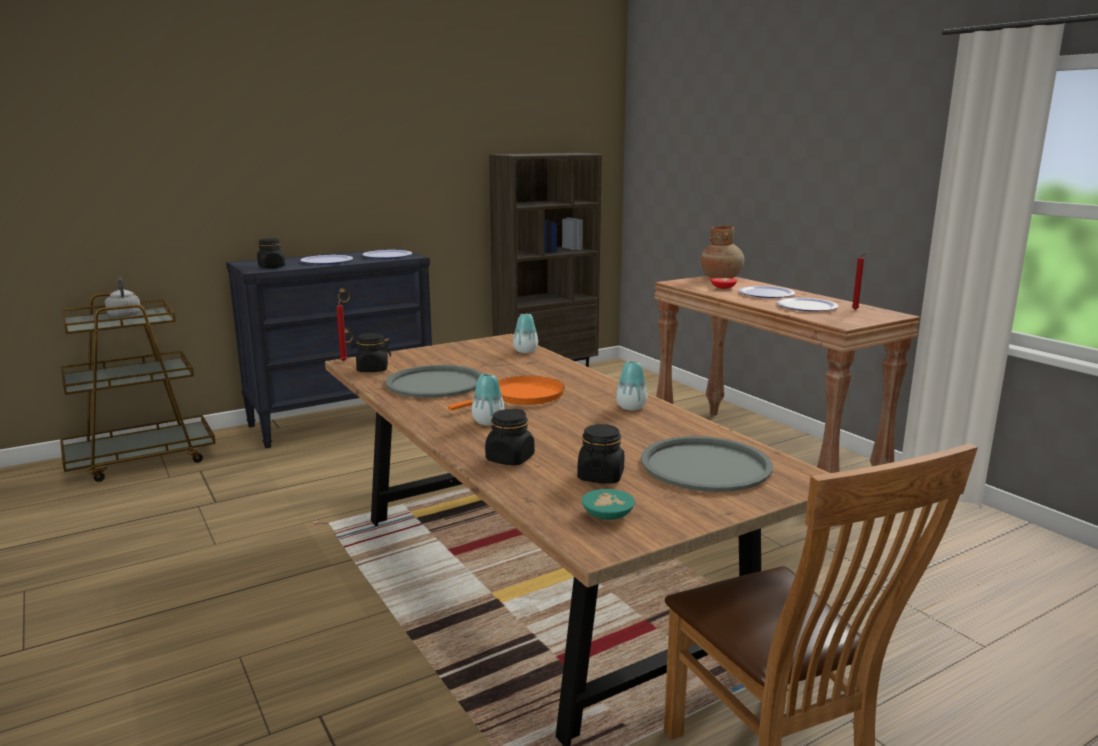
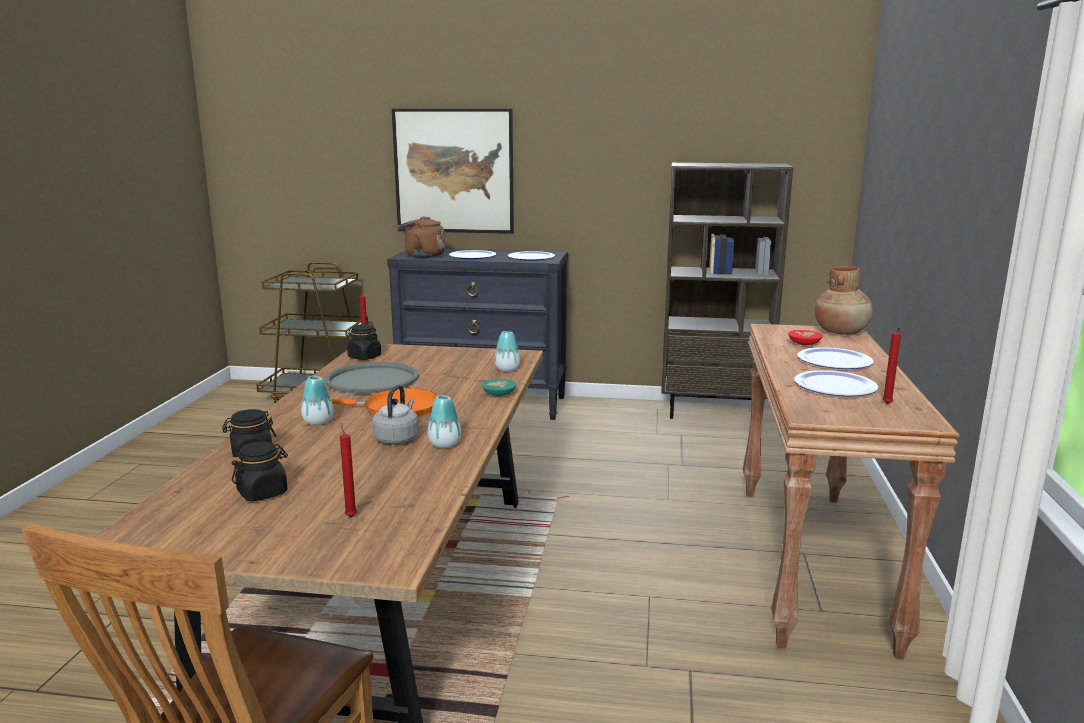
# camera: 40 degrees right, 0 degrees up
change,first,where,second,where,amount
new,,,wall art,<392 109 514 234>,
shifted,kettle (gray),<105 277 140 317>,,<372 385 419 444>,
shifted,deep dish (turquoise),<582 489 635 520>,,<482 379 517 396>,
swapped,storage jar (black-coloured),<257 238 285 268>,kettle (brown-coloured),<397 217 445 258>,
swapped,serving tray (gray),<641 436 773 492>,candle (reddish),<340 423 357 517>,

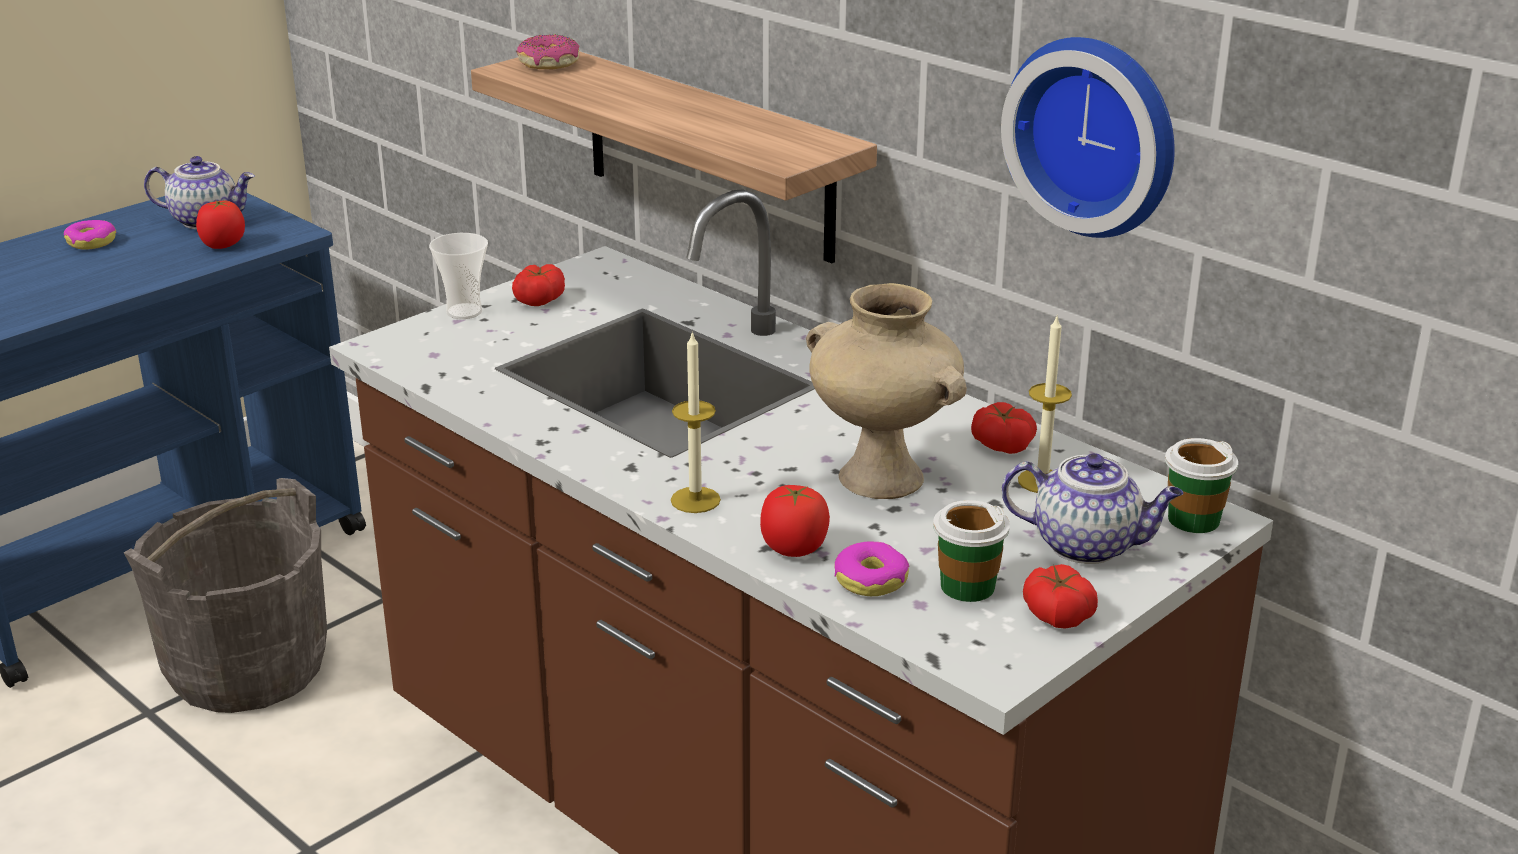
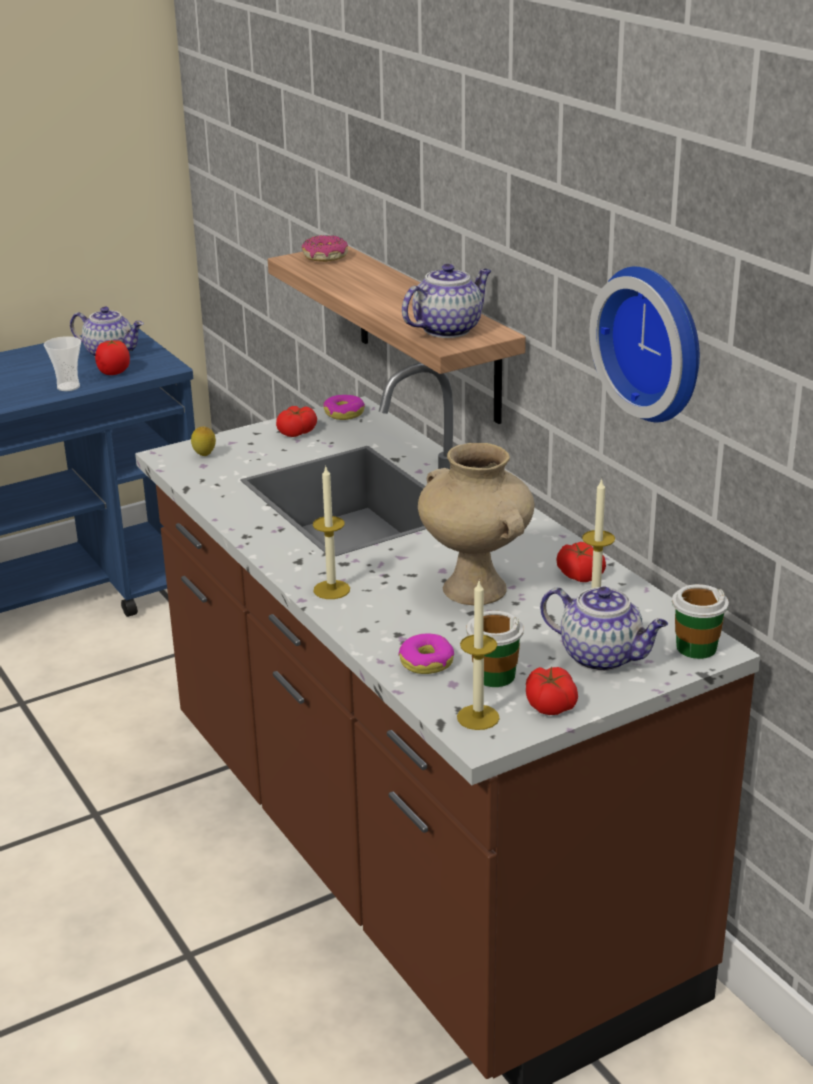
# camera: 15 degrees right, 0 degrees up
change,first,where,second,where,amount
gone,water bucket (gray),<124 478 327 713>,,,
gone,whole tomato,<760 485 830 557>,,,
new,,,lemon,<191 426 216 456>,
new,,,pot for tea,<402 264 491 338>,
new,,,candle,<457 581 500 730>,
shifted,donut,<64 220 116 250>,,<324 395 365 420>,
shifted,drinking cup,<429 233 488 319>,,<44 336 81 391>,

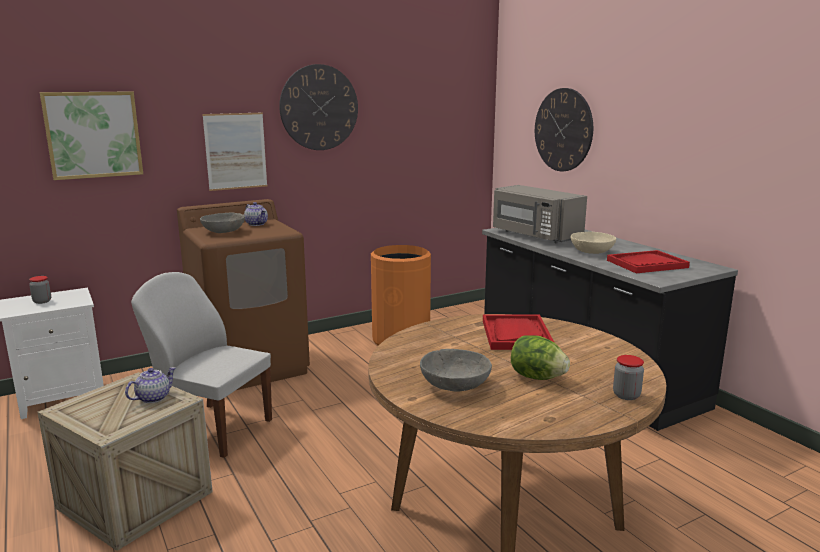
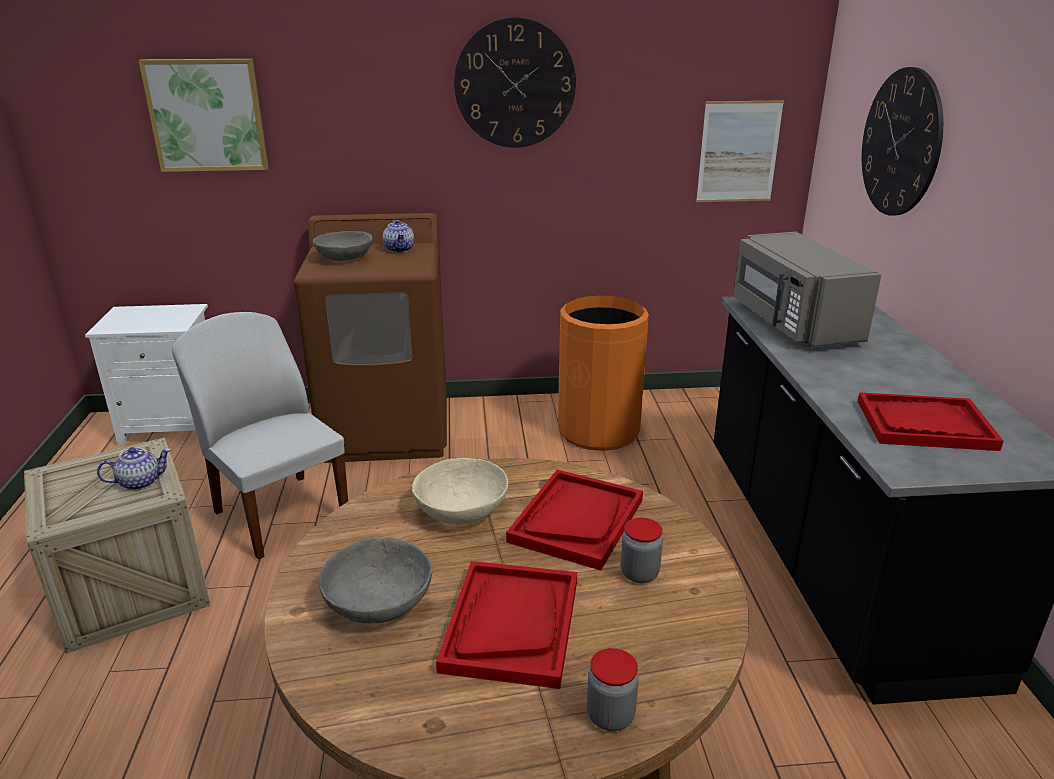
# camera: 25 degrees right, 10 degrees up
change,first,where,second,where,amount
shifted,storage jar,<29 276 51 304>,,<621 518 663 583>,
shifted,wall art,<202 113 267 191>,,<696 100 784 202>,
shifted,deep dish (beige),<571 232 616 254>,,<412 458 508 524>,
swapped,lettuce,<511 335 570 380>,serving tray (reddish),<436 561 577 689>,

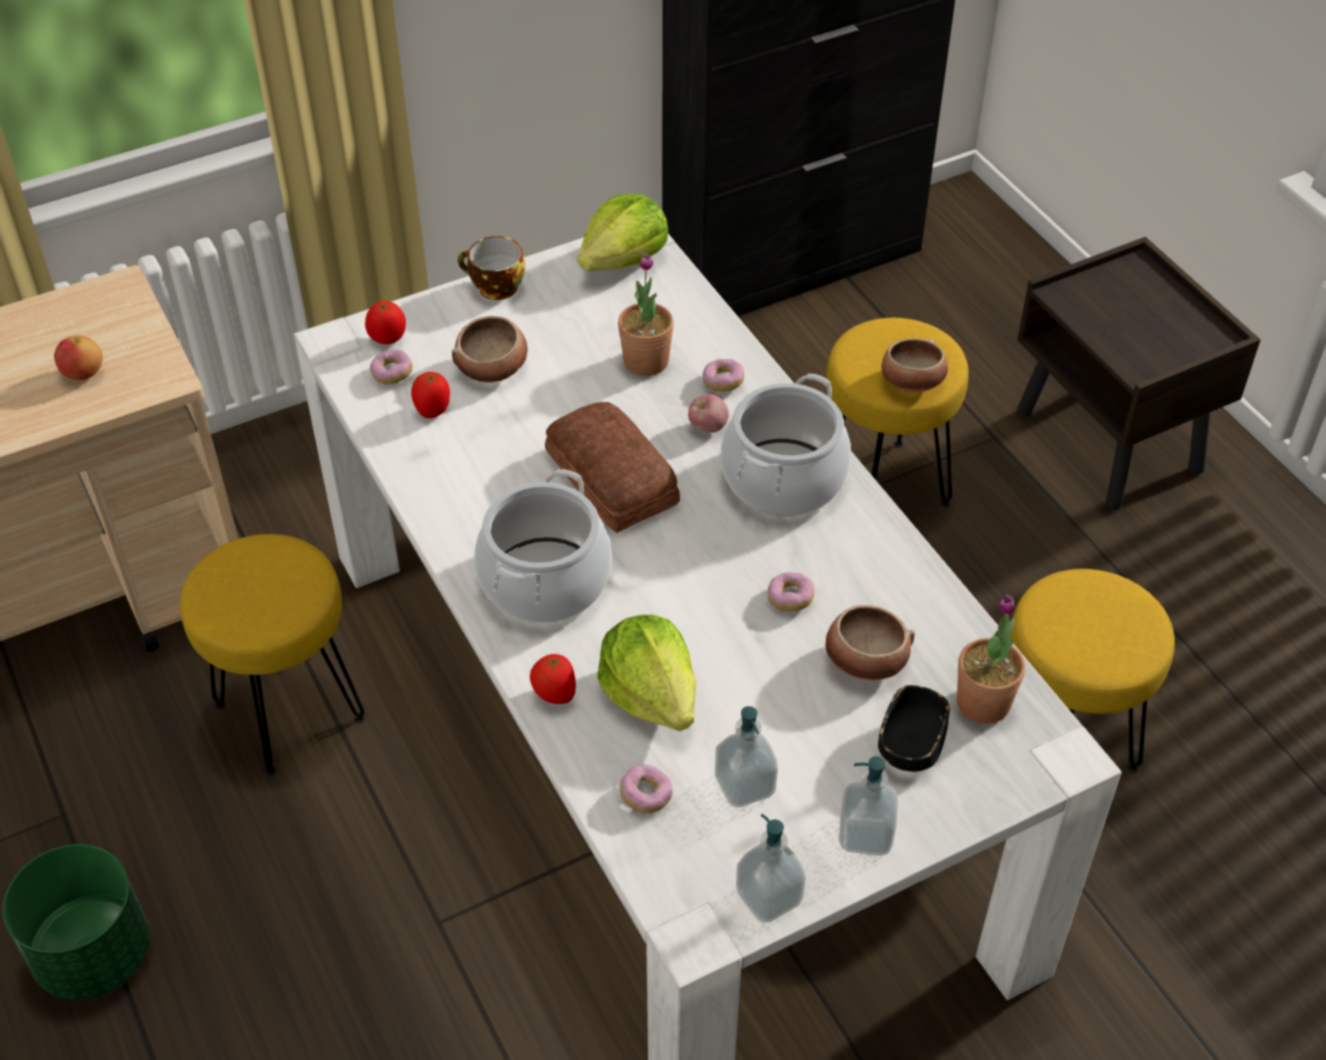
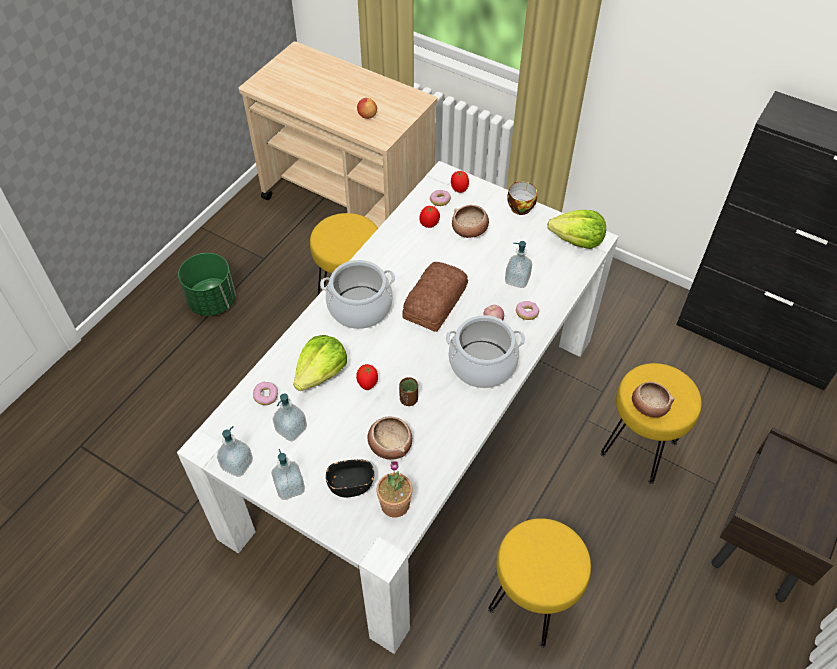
# camera: 60 degrees right, 5 degrees up
change,first,where,second,where,amount
shifted,whole tomato,<530 654 576 704>,,<356 364 378 390>,
swapped,houseplant,<618 253 674 376>,soap bottle,<505 241 532 288>,
swapped,donut,<768 572 814 612>,drinking cup (brown-coloured),<399 377 418 406>,

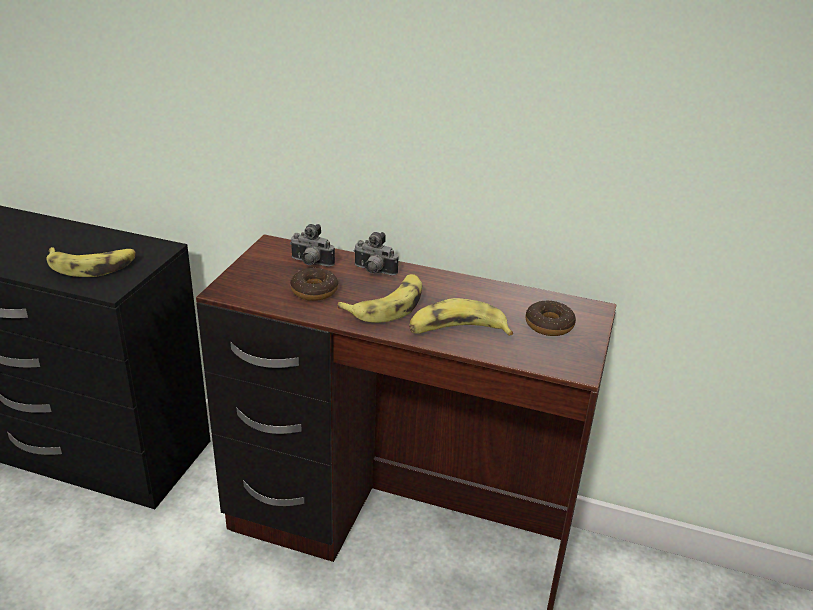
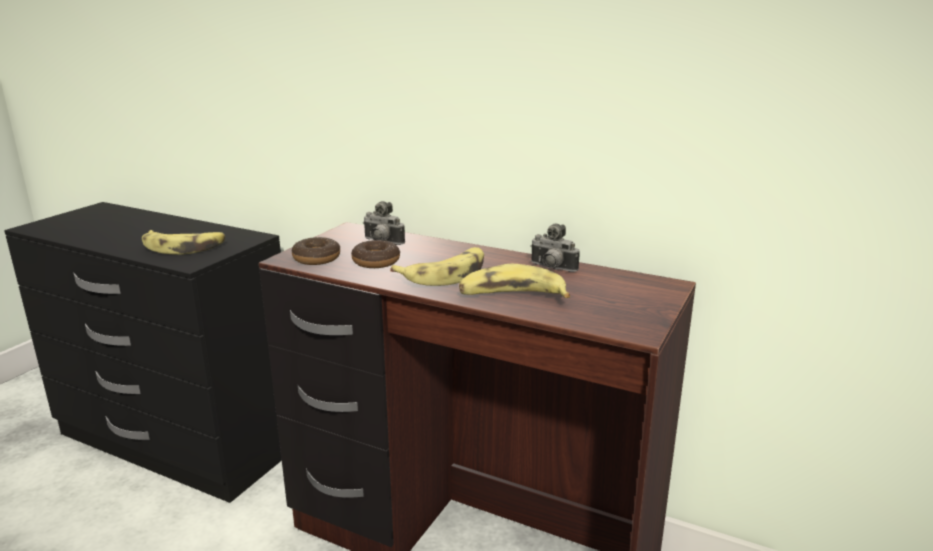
# camera: 10 degrees right, 10 degrees down
change,first,where,second,where,amount
shifted,photo camera,<353 232 398 275>,,<530 223 580 272>,
shifted,donut,<525 301 576 336>,,<292 237 340 265>,

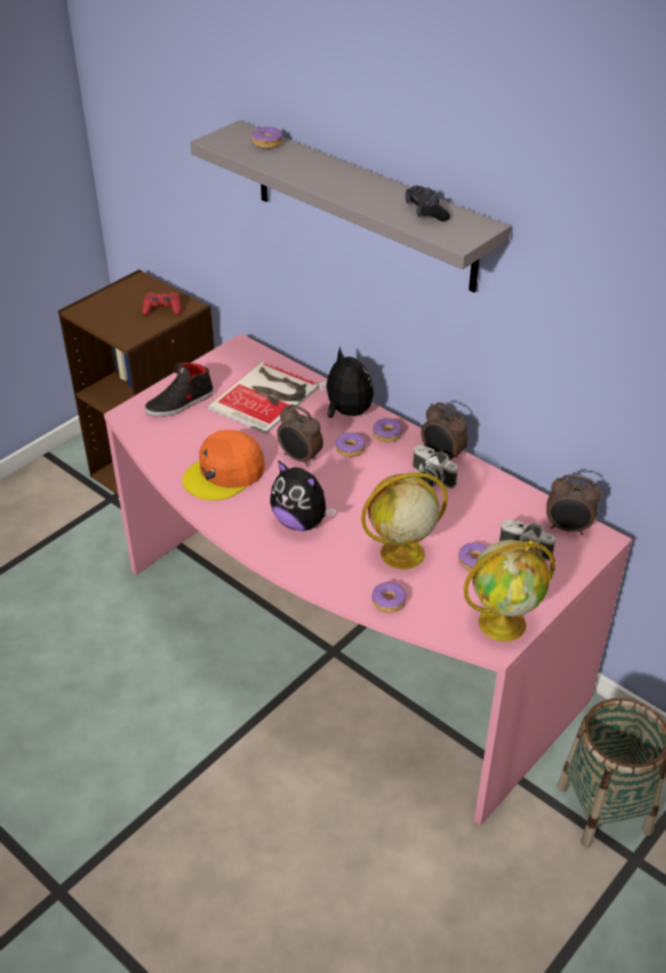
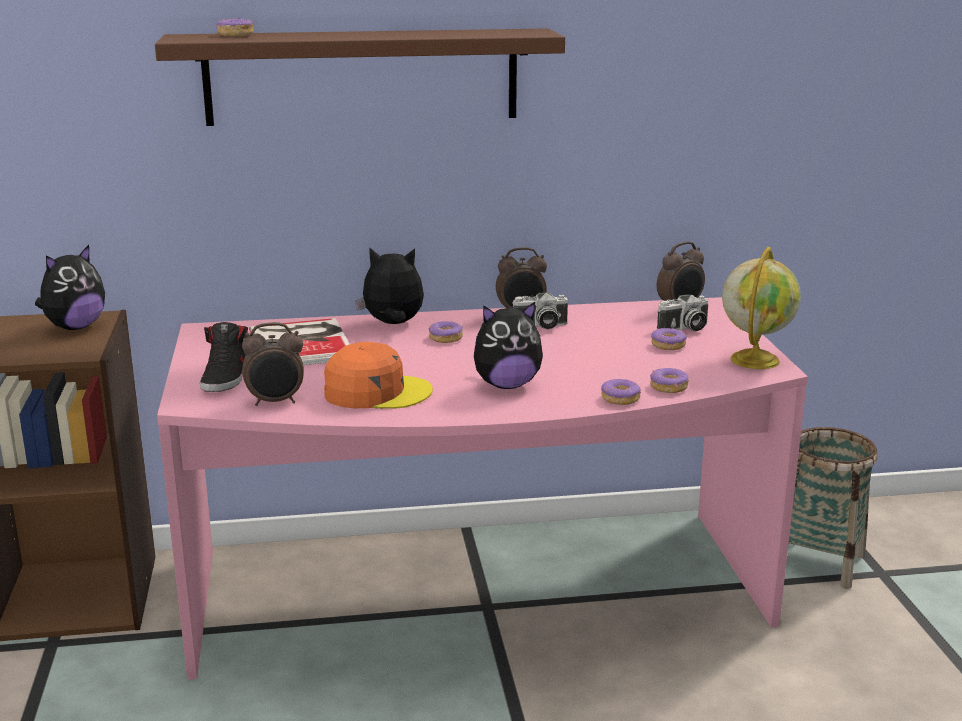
# camera: 50 degrees left, 20 degrees down
change,first,where,second,where,amount
gone,world globe,<361 472 448 569>,,,
gone,gamepad (black-coloured),<405 185 450 221>,,,
shifted,bedside clock,<277 404 323 467>,,<242 322 304 406>,
shifted,donut,<373 418 402 442>,,<601 379 641 405>,
swapped,gamepad (reddish),<142 292 181 315>,plush toy,<35 245 105 330>,
repainted,shelf (gray),<190 120 511 293>,shelf (brown-coloured),<155 28 565 126>,
rotated,cap (orange-coloured),<182 430 265 500>,,<324 342 433 409>,90 degrees counterclockwise

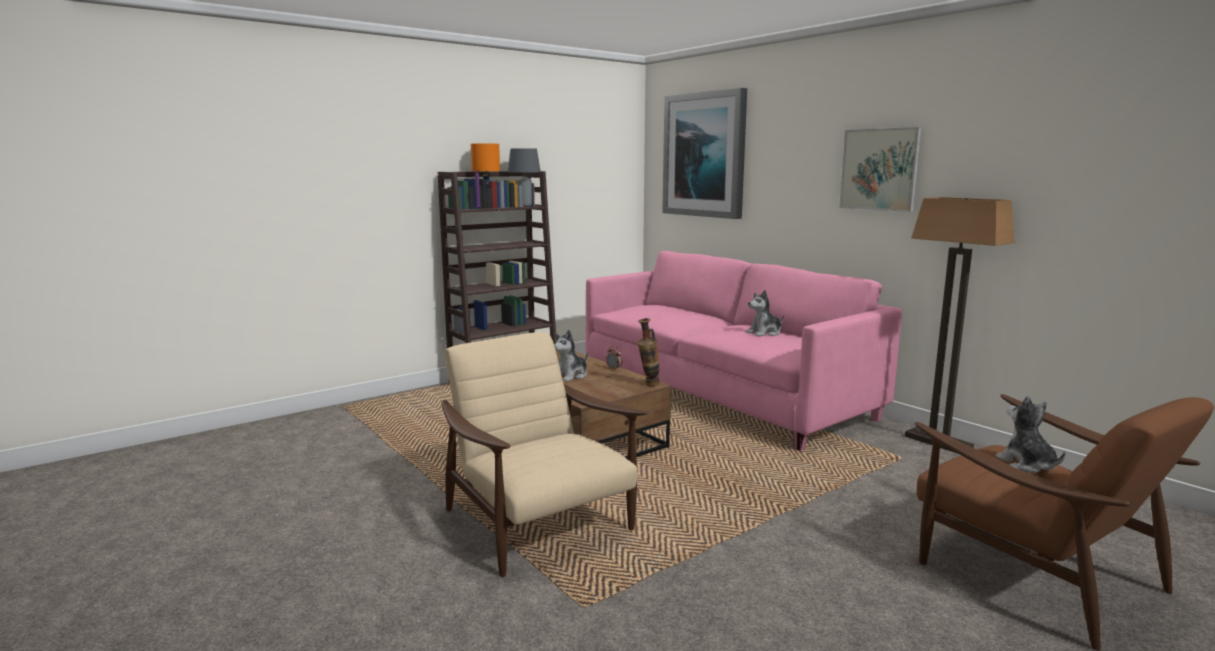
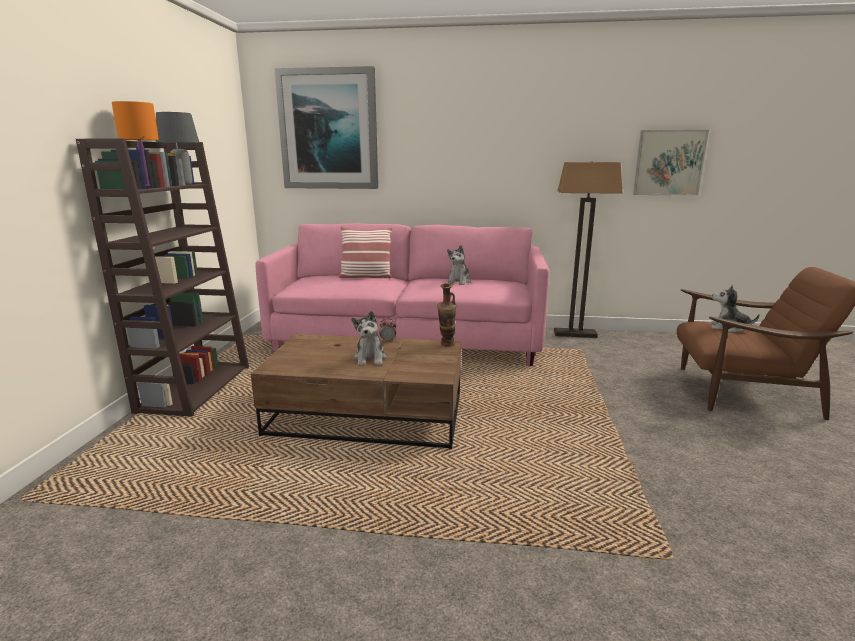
# camera: 45 degrees left, 5 degrees up
change,first,where,second,where,amount
gone,lounge chair (beige),<441 332 648 577>,,,
new,,,cushion,<339 226 392 278>,
shifted,wall art,<839 127 921 212>,,<633 130 709 196>,

